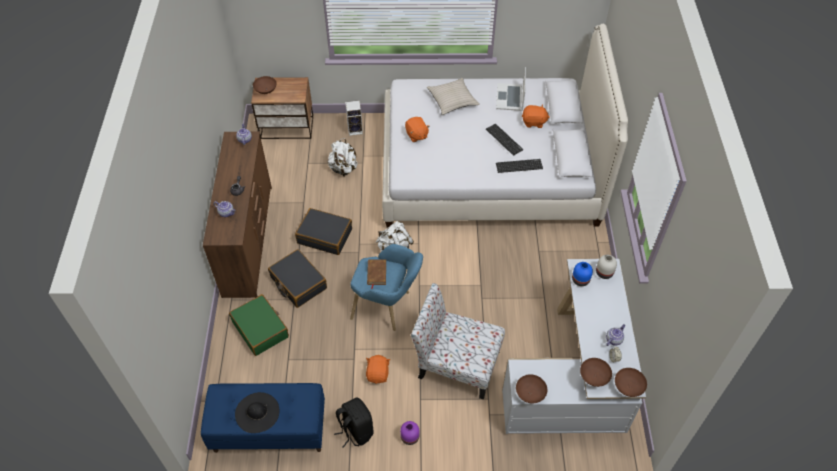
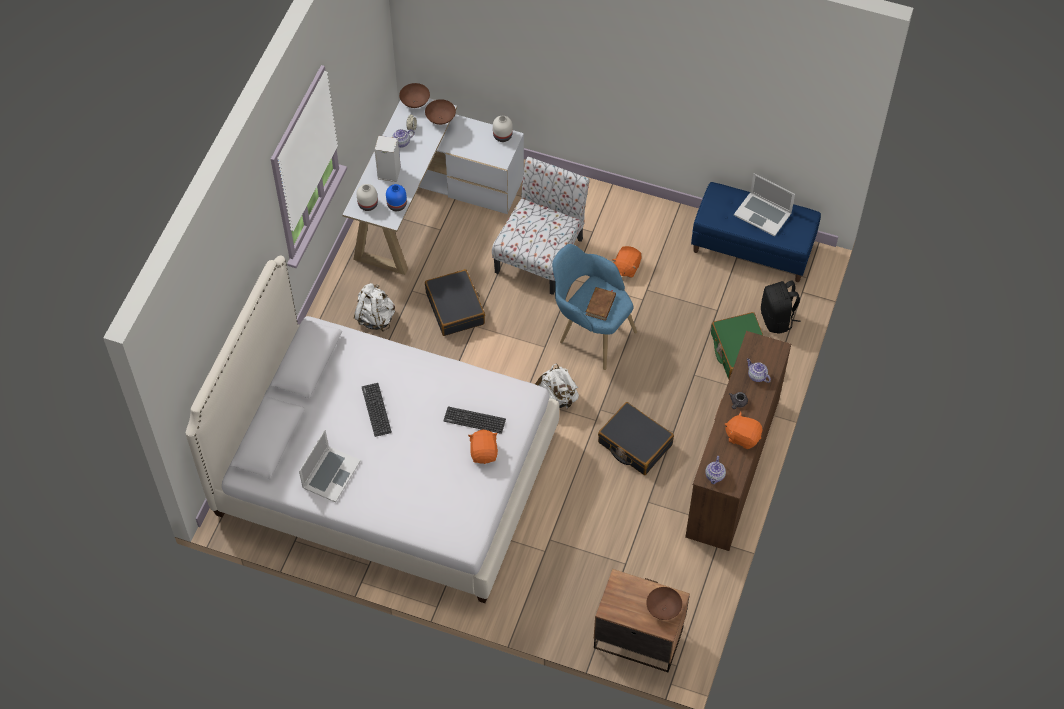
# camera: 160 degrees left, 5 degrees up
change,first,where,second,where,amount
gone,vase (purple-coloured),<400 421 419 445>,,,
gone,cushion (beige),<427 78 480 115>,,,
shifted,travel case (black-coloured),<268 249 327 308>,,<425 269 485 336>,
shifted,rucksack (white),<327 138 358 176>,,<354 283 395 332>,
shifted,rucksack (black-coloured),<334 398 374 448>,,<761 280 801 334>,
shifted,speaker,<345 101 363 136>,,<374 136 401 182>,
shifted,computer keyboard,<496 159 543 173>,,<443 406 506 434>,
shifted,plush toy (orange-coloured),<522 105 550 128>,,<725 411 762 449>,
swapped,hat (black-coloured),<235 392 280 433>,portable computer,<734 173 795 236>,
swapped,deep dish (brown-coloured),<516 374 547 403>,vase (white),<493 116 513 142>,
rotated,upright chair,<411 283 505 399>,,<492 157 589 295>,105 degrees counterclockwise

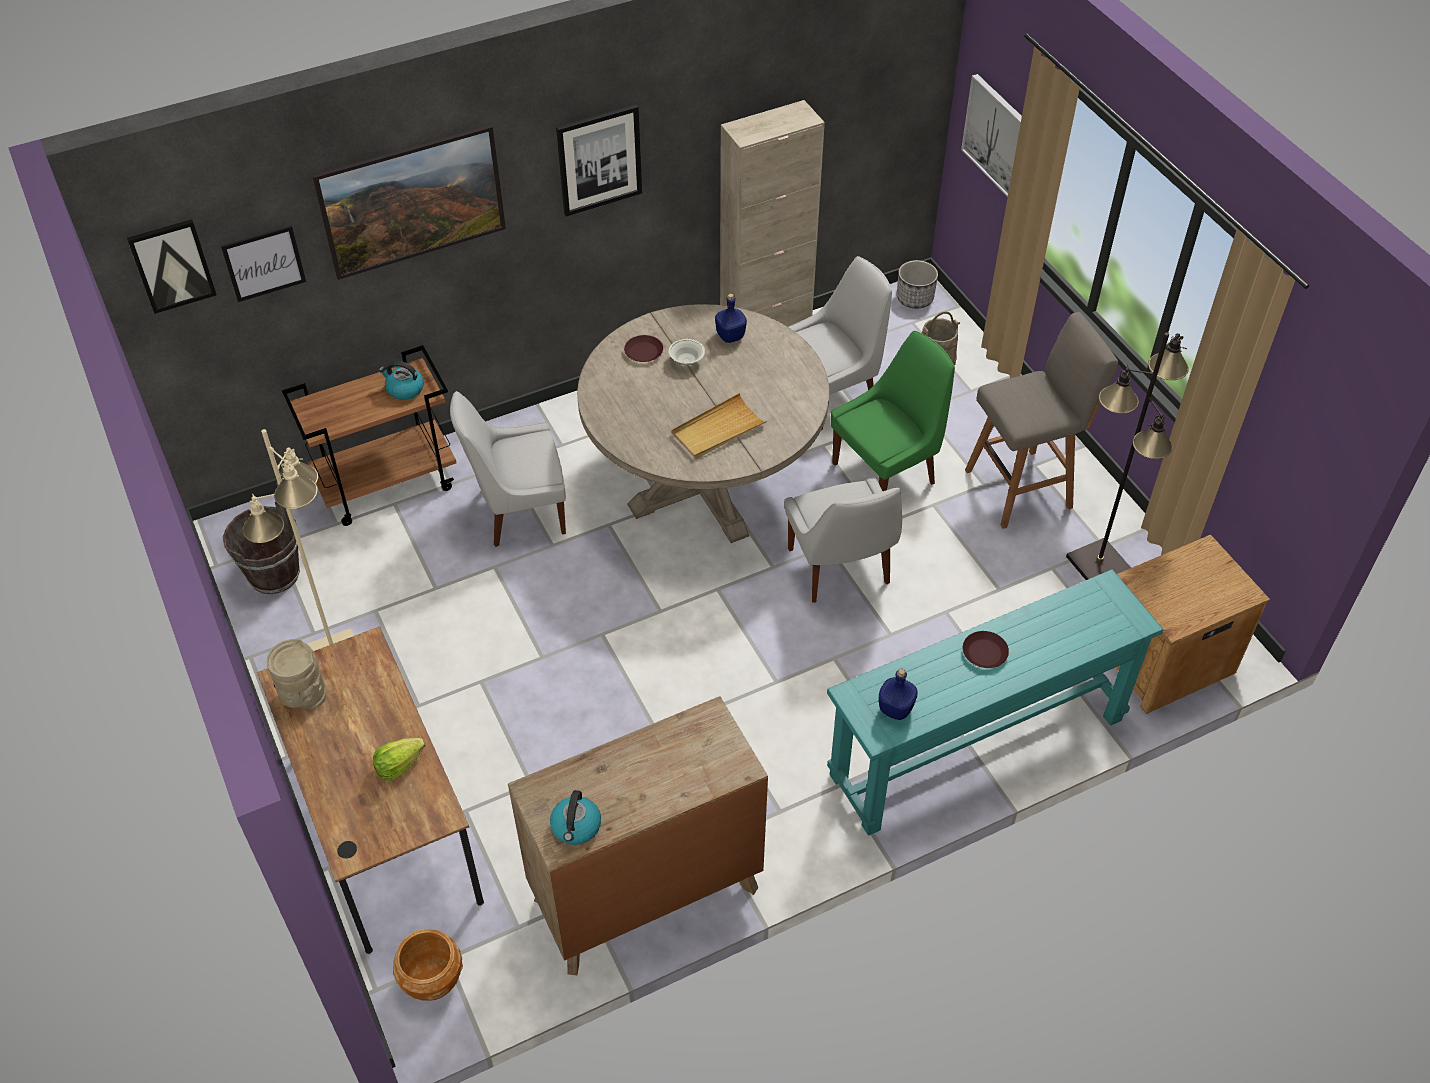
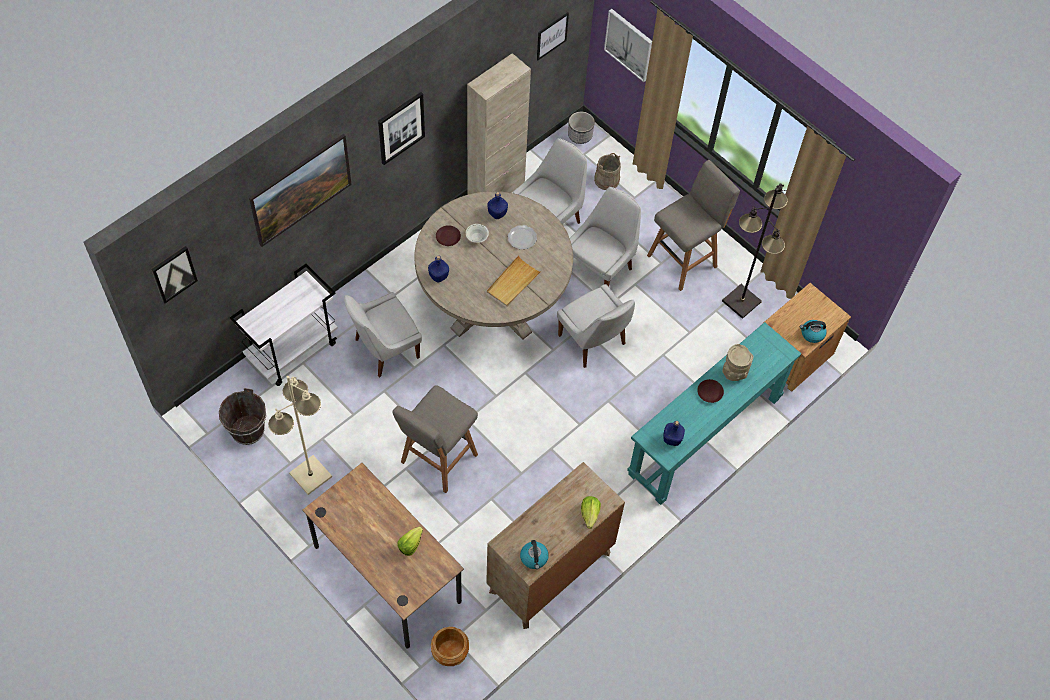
# camera: 20 degrees left, 10 degrees up
change,first,where,second,where,amount
new,,,stool seat (gray),<392 385 478 493>,
new,,,bottle (blue-coloured),<428 255 449 282>,
new,,,dinner plate,<508 225 537 250>,
new,,,lettuce,<581 496 601 529>,
shifted,wall art,<221 226 306 302>,,<537 12 569 61>,
shifted,vase (beige),<267 639 326 709>,,<722 344 754 381>,
shifted,kettle,<379 361 424 400>,,<800 320 826 343>,
repainted,trolley (brown-coloured),<282 345 457 526>,trolley (white),<230 264 338 386>,
repainted,upright chair (greenish),<831 331 955 491>,upright chair (white),<570 187 641 287>,

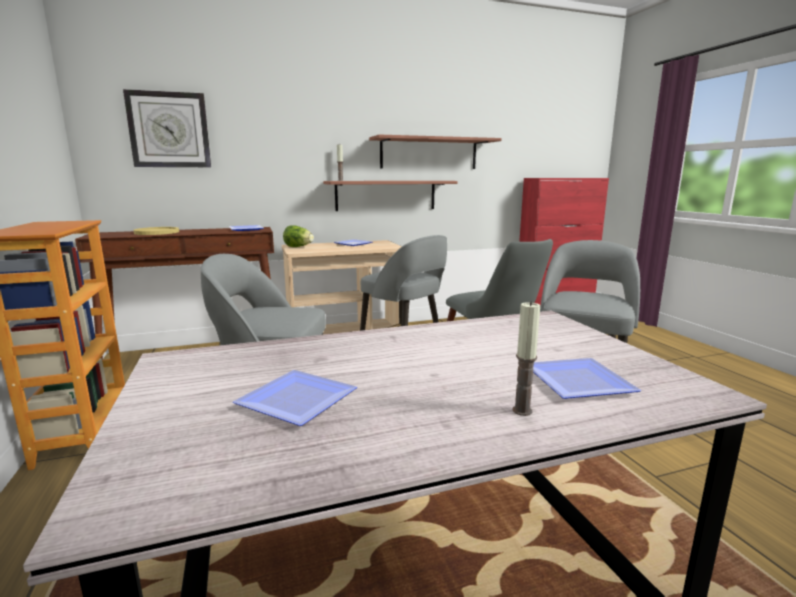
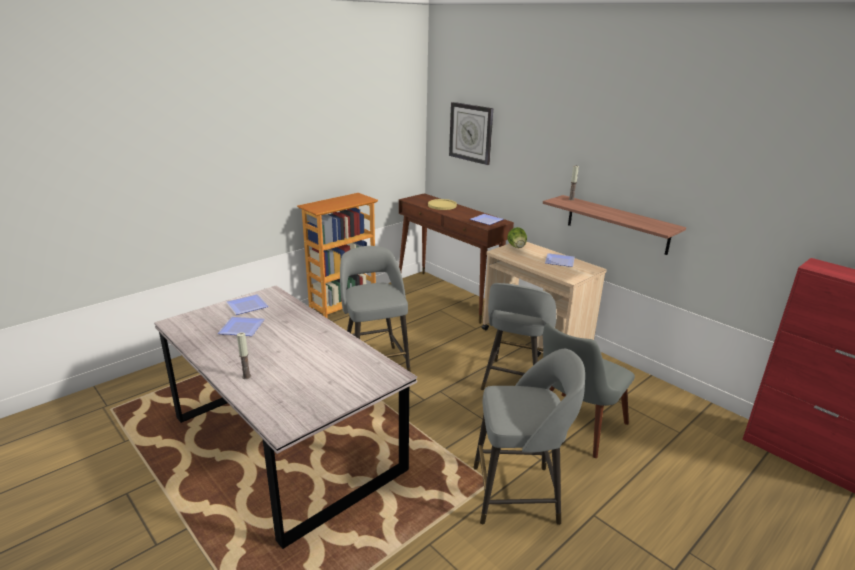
# camera: 65 degrees right, 10 degrees up
change,first,where,second,where,amount
gone,shelf,<369 135 502 169>,,,
shifted,dinner plate,<533 358 641 399>,,<226 294 269 315>,

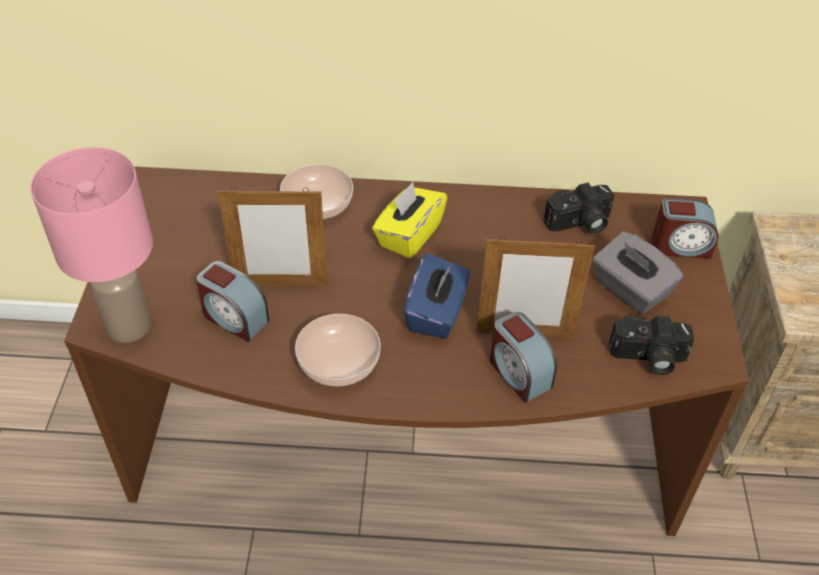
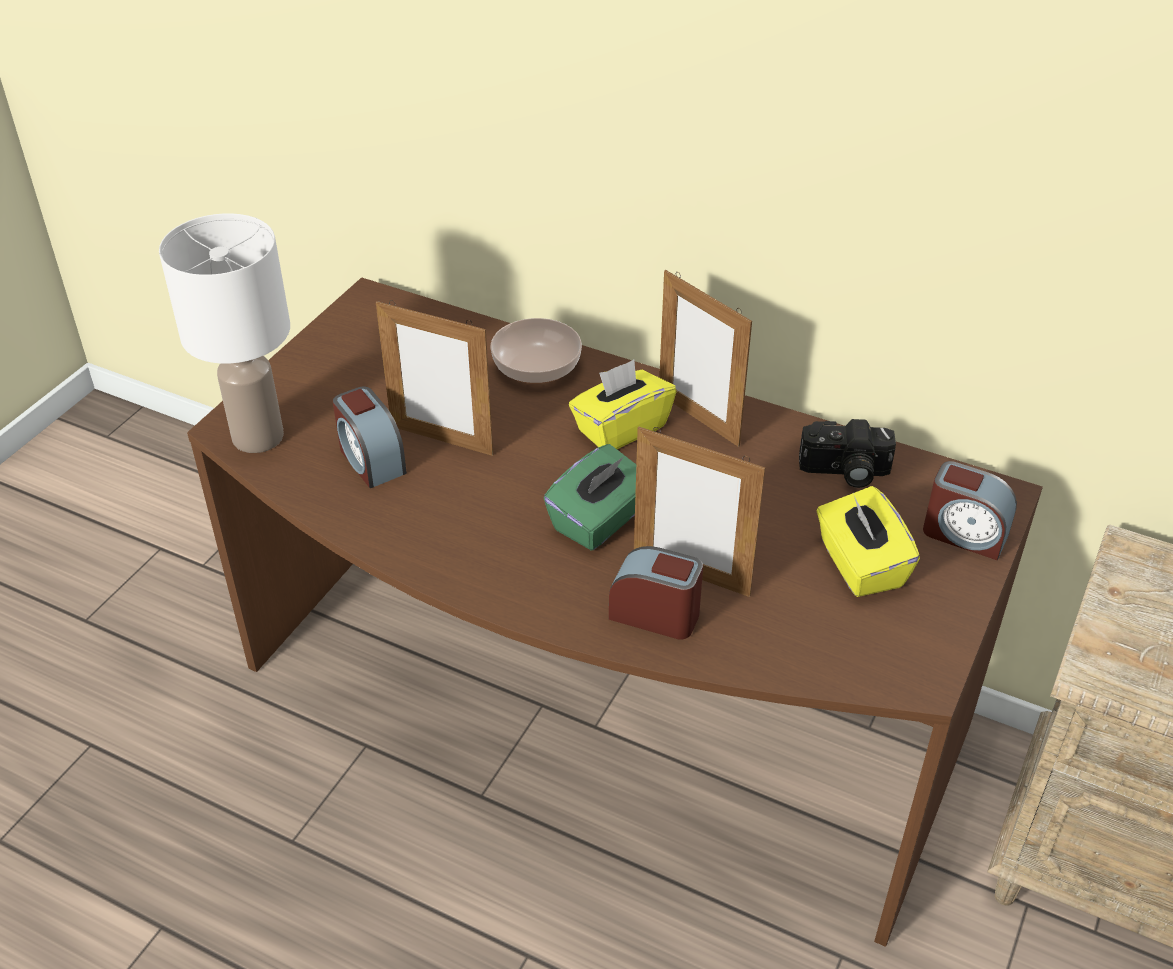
# camera: 25 degrees right, 5 degrees down
change,first,where,second,where,amount
gone,deep dish,<295 314 381 386>,,,
gone,photo camera,<609 316 694 375>,,,
new,,,standing frame,<659 270 752 447>,
repainted,table lamp (pink-coloured),<31 147 153 343>,table lamp (white),<159 213 290 453>,
repainted,tissue box (blue-coloured),<404 253 470 339>,tissue box (greenish),<544 444 636 550>,
repainted,tissue box (gray),<592 231 683 314>,tissue box (yellowish),<816 486 920 597>,
rotated,bedside clock,<490 312 557 403>,,<609 546 703 640>,120 degrees clockwise

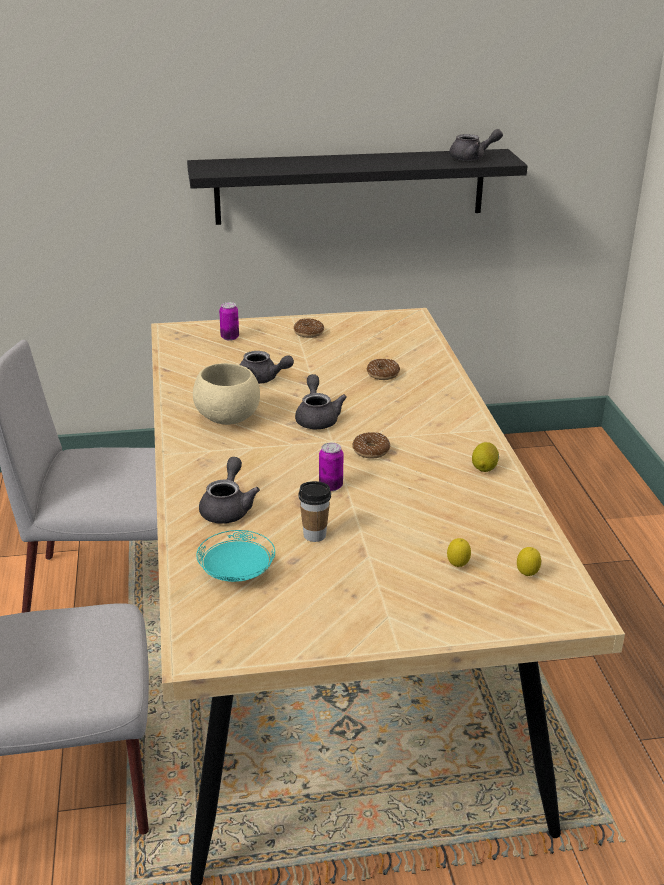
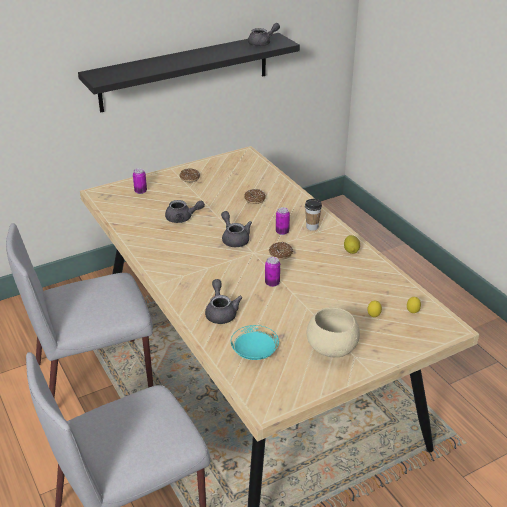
# camera: 20 degrees left, 5 degrees up
change,first,where,second,where,amount
new,,,sealed can,<276 207 290 235>,
shifted,deep dish (beige),<193 363 260 425>,,<307 307 360 357>,
shifted,drinking cup,<298 481 331 542>,,<305 199 322 231>,

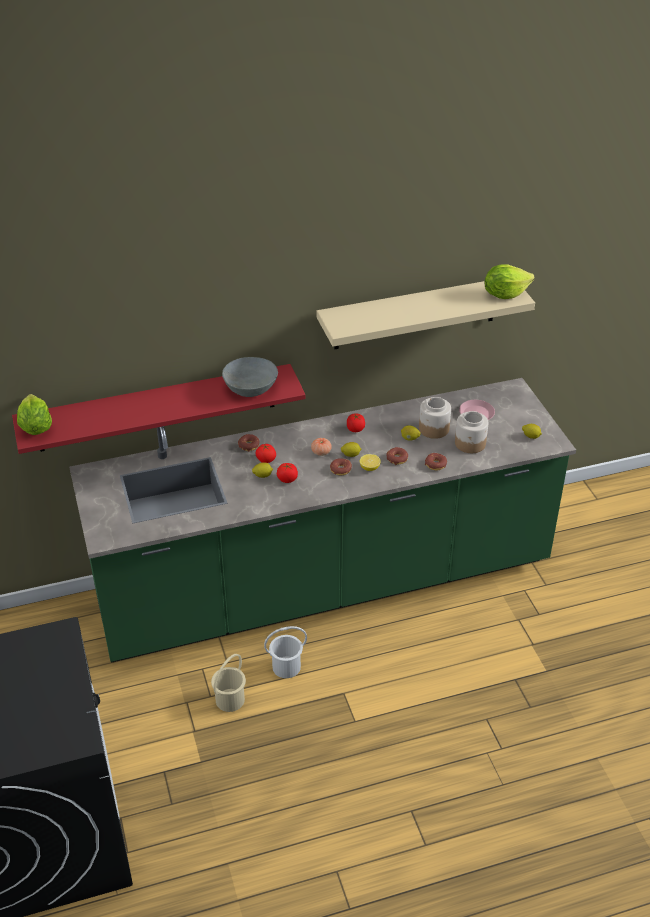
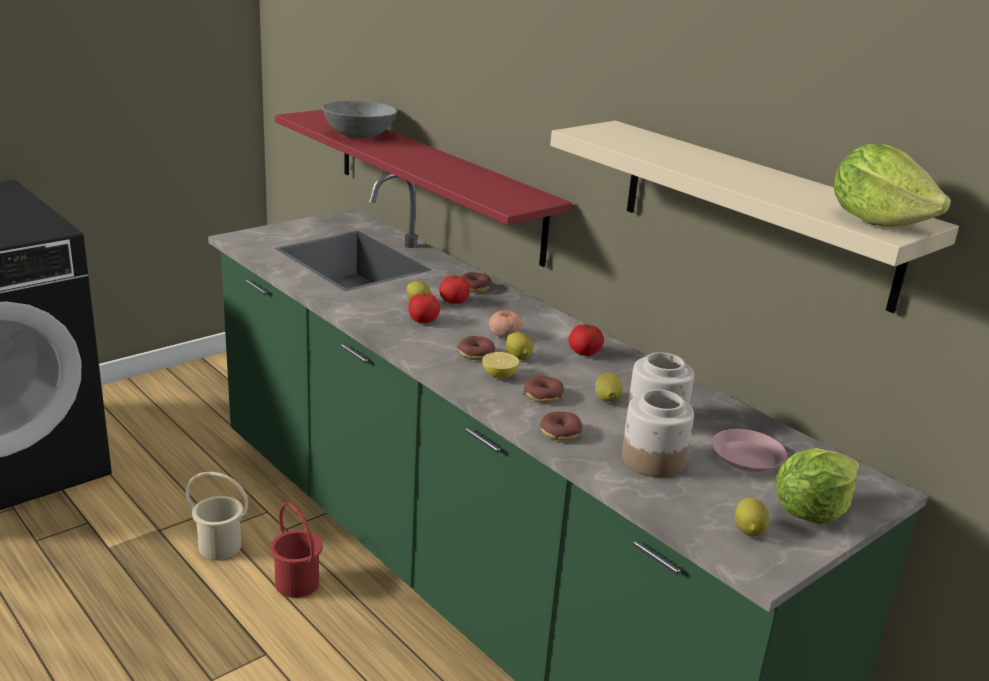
# camera: 65 degrees right, 15 degrees down
change,first,where,second,where,amount
shifted,lettuce,<17 394 52 435>,,<776 448 860 524>,
shifted,deep dish (gray),<222 357 278 397>,,<322 101 397 138>,
repainted,water bucket (white),<264 626 307 678>,water bucket (reddish),<270 502 322 598>,

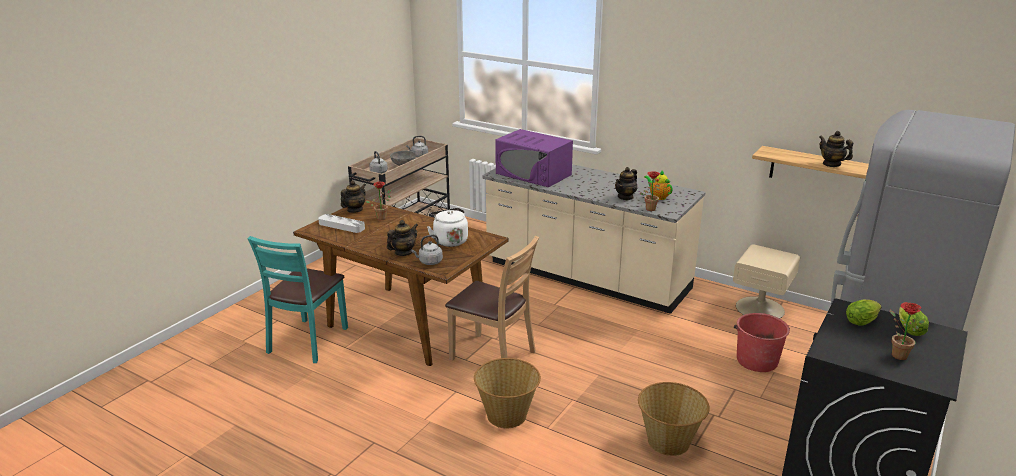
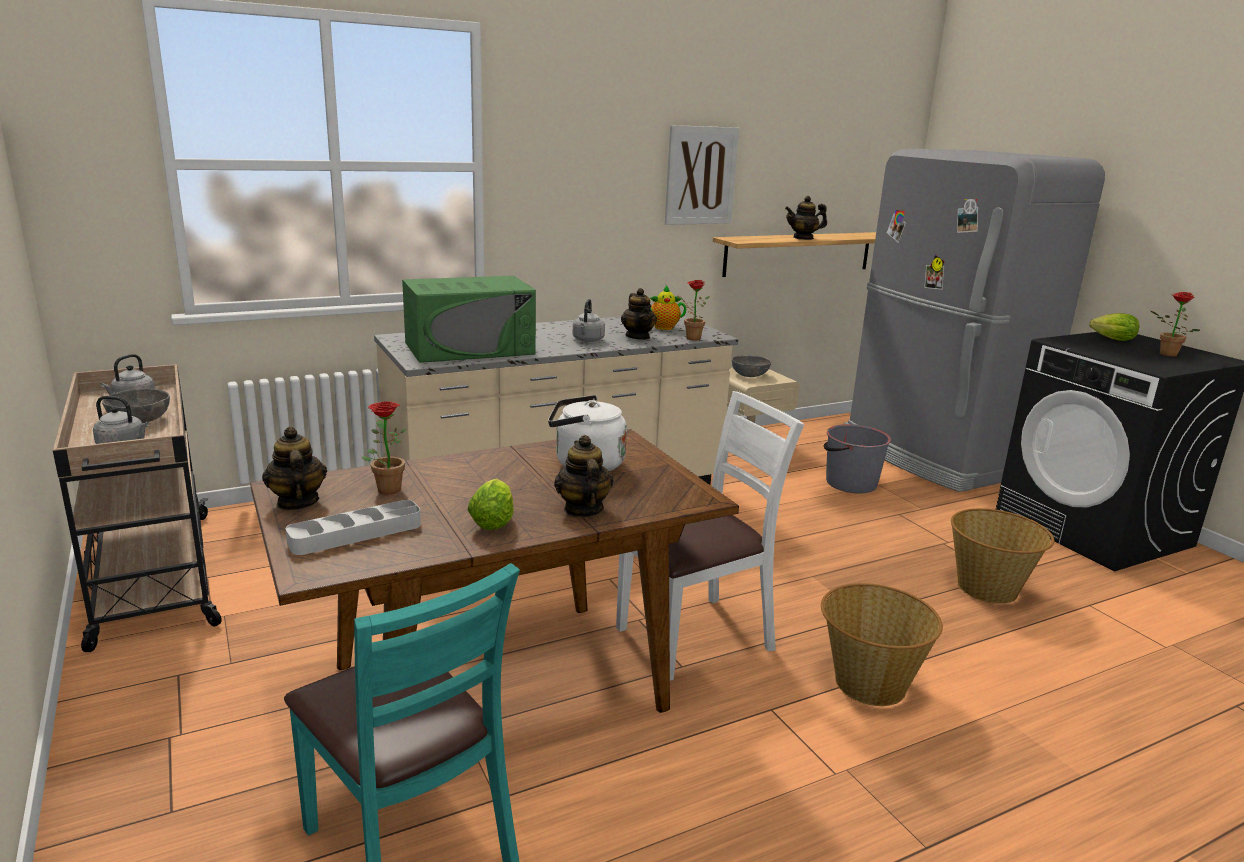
# camera: 60 degrees left, 5 degrees down
change,first,where,second,where,amount
new,,,wall art,<665 125 739 225>,
new,,,deep dish (gray),<732 356 771 377>,
shifted,kettle (gray),<411 235 443 265>,,<573 299 605 342>,
shifted,lettuce,<846 299 881 326>,,<467 479 514 530>,
repainted,upright chair (brown-coloured),<445 236 539 361>,upright chair (white),<616 391 804 681>,
repainted,kitchen microwave (purple-coloured),<495 129 573 187>,kitchen microwave (greenish),<402 276 536 363>,
repainted,water bucket (reddish),<734 313 790 372>,water bucket (gray),<824 424 891 494>,

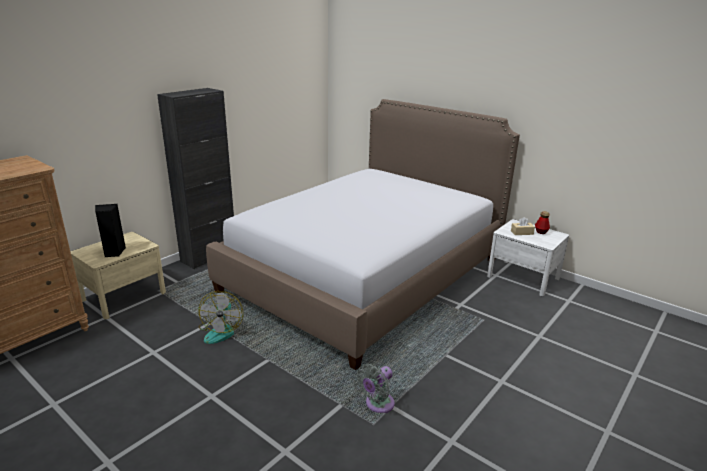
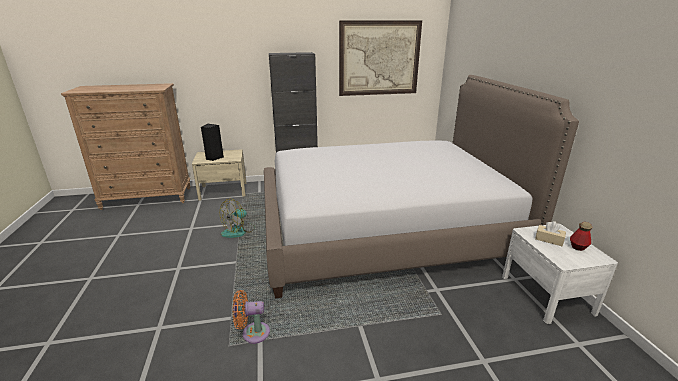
# camera: 40 degrees right, 0 degrees up
change,first,where,second,where,amount
new,,,wall art,<339 20 422 96>,
repainted,electric fan (gray),<357 364 395 413>,electric fan (orange-coloured),<233 290 270 344>,

